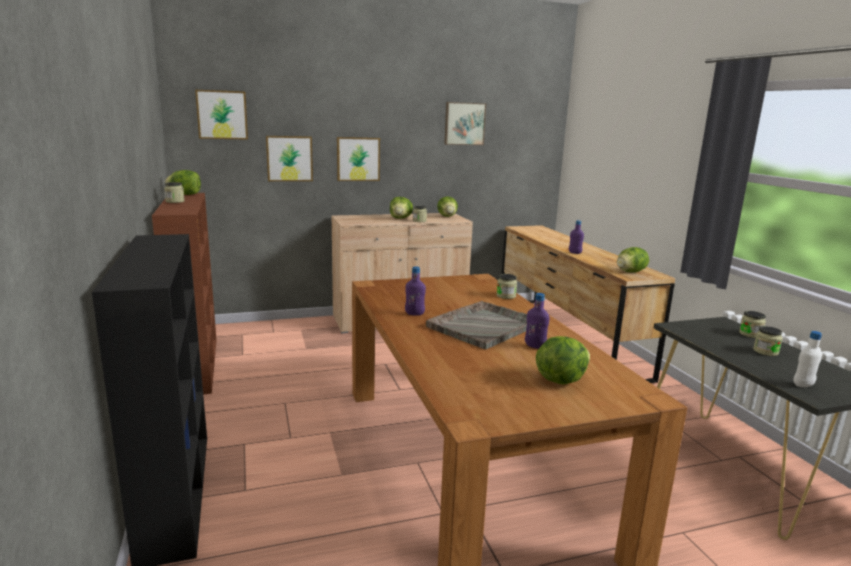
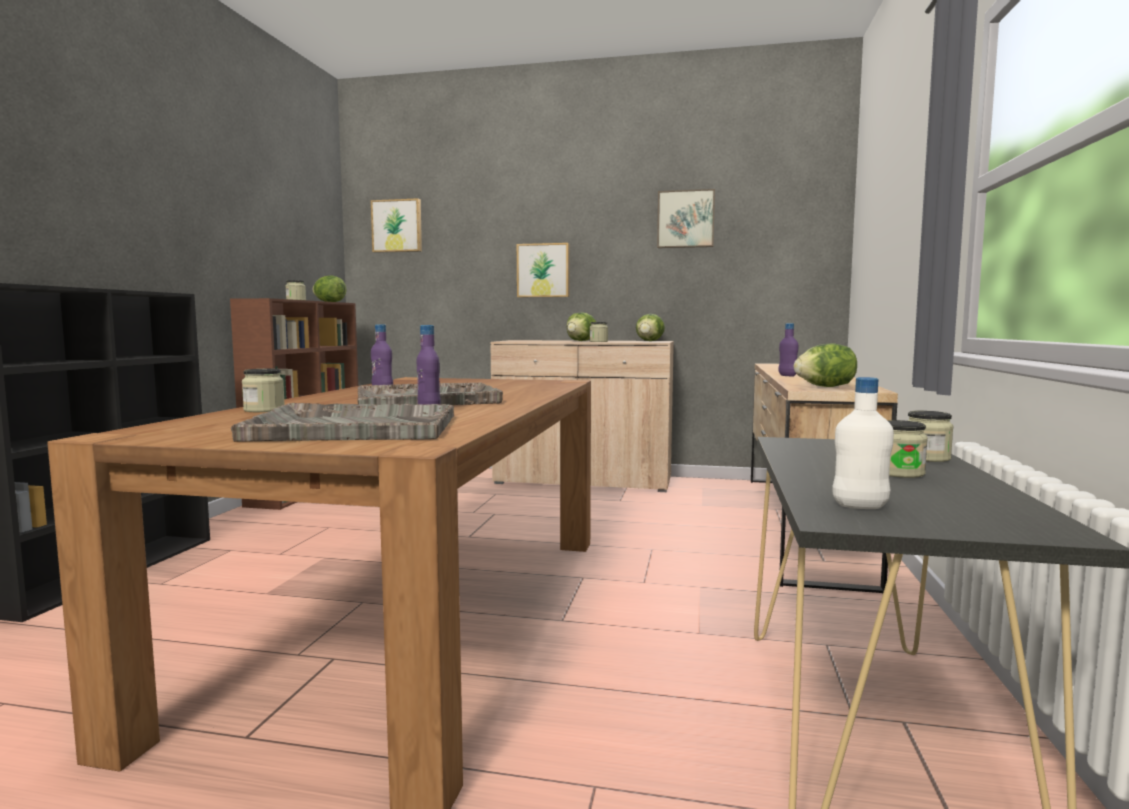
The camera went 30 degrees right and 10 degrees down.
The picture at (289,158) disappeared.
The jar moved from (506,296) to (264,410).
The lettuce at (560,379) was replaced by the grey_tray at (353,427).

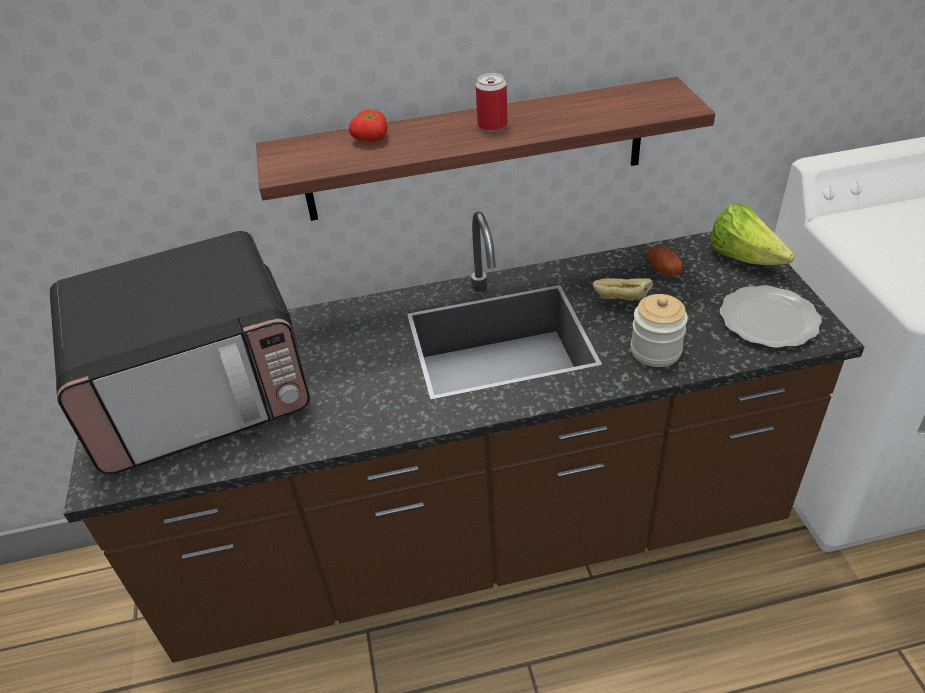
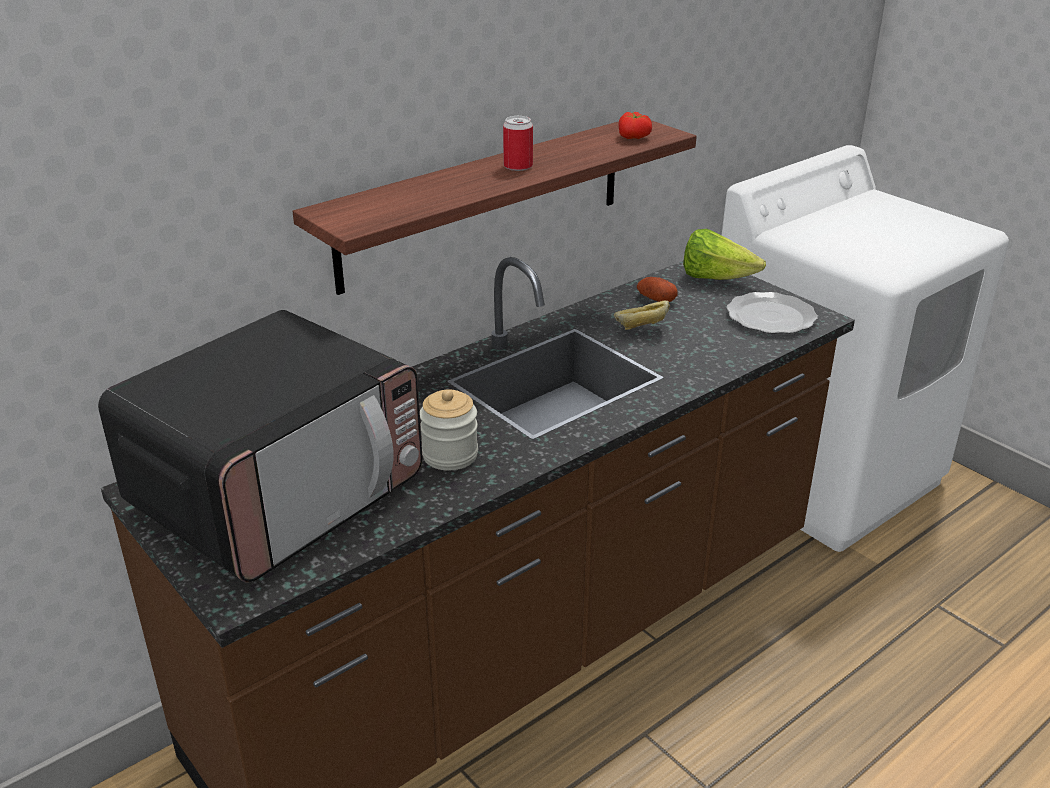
The camera went 30 degrees left and 10 degrees down.
The tomato moved from (372,138) to (634,137).
The jar moved from (655,351) to (450,455).

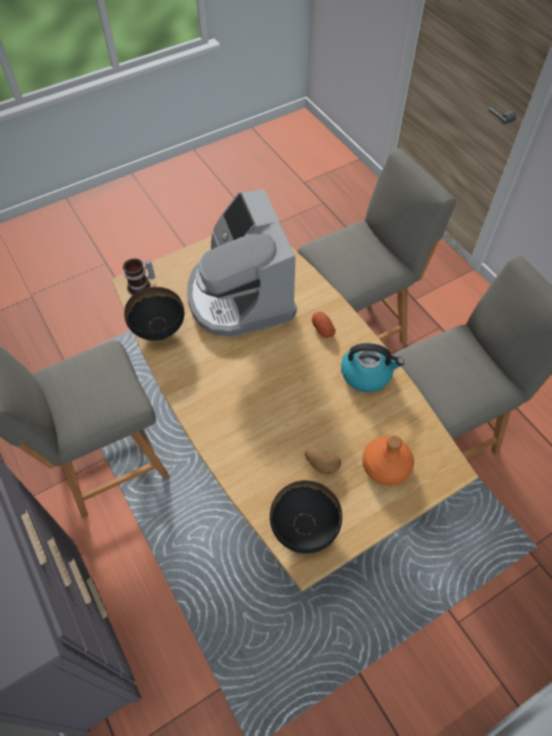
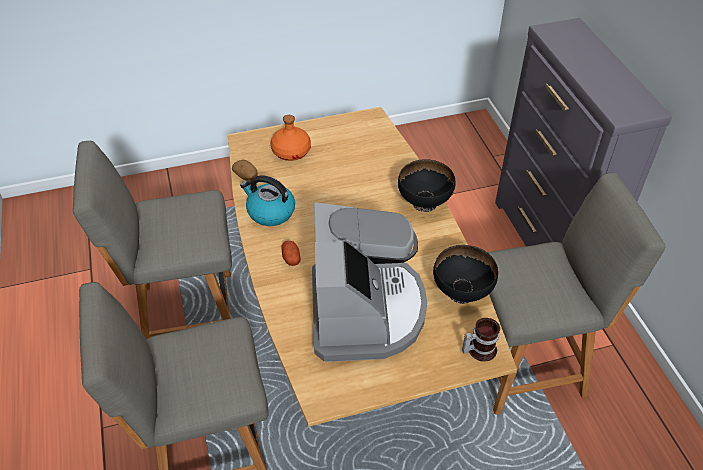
The camera went 165 degrees left and 10 degrees down.
The black_bowl moved from (304,528) to (424,202).
The potato moved from (321,464) to (247,177).

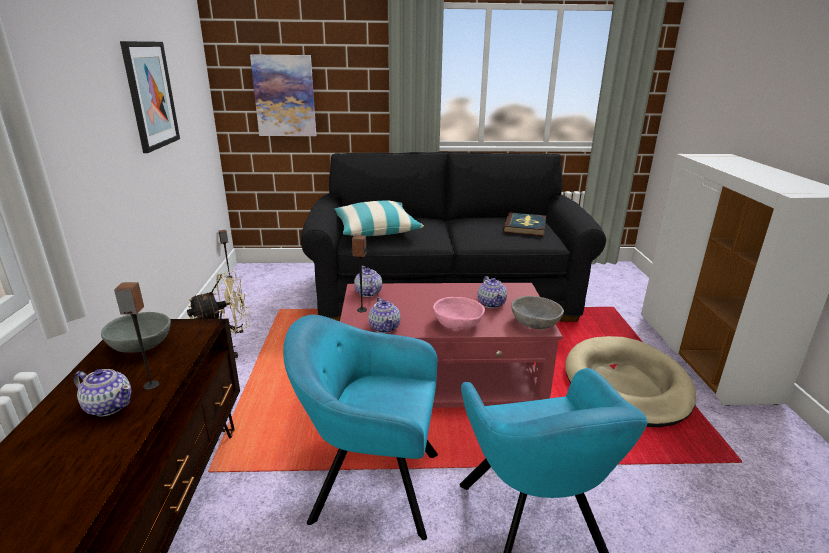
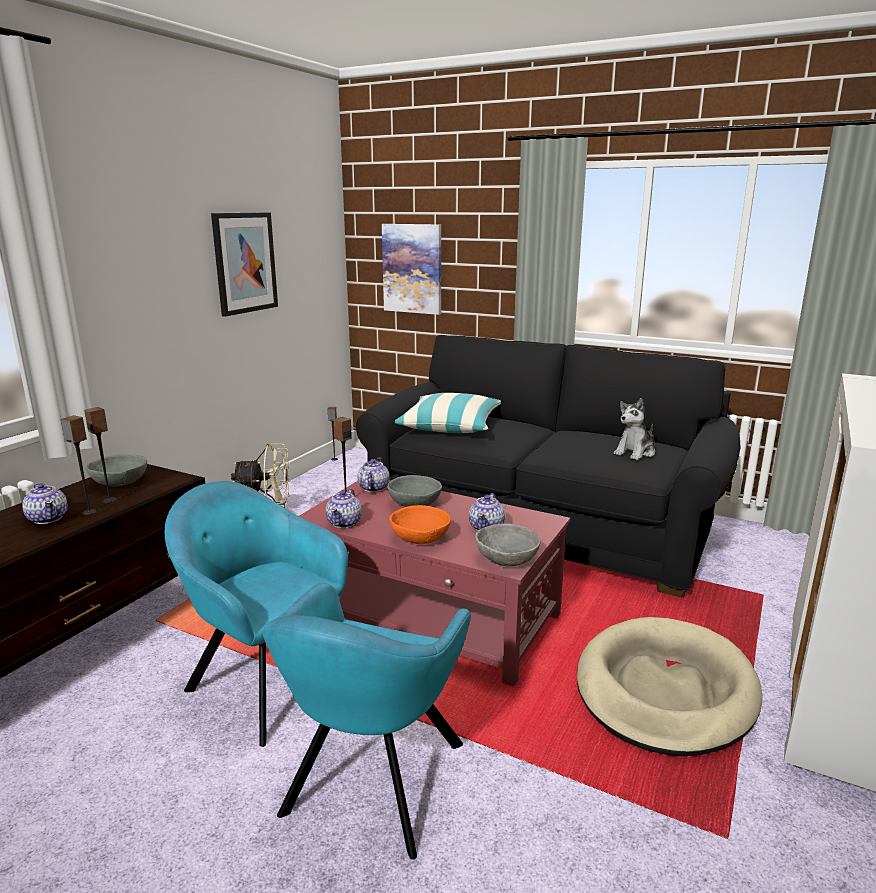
The camera went 30 degrees right and 5 degrees down.
The pink_bowl at (457,324) became the orange_bowl at (419,538).
The book at (525,227) was replaced by the plush_toy at (635,452).
The speaker at (110,500) appeared.
The grey_bowl at (414,503) appeared.

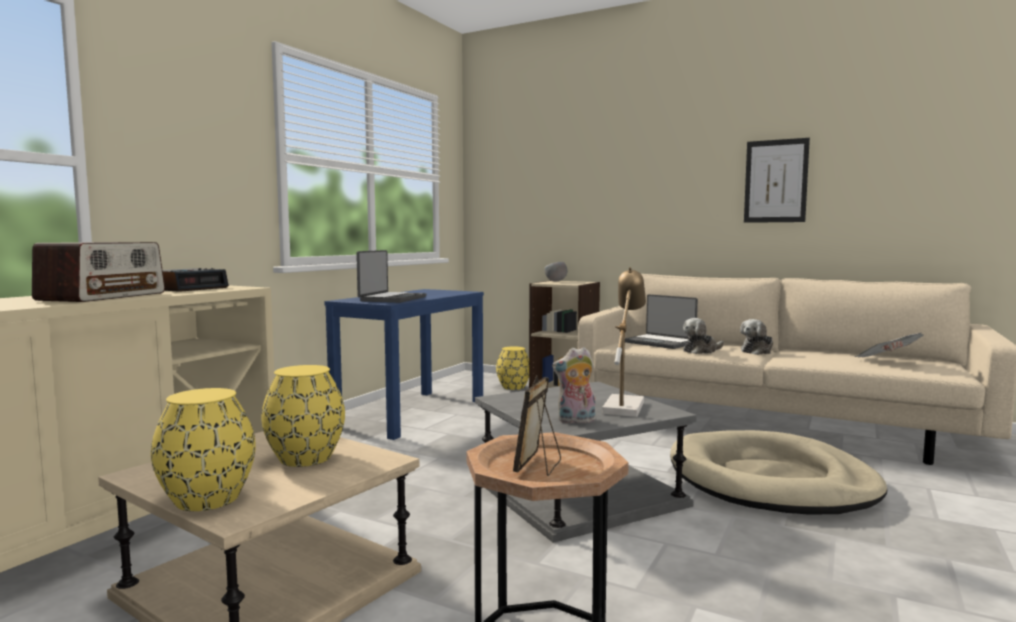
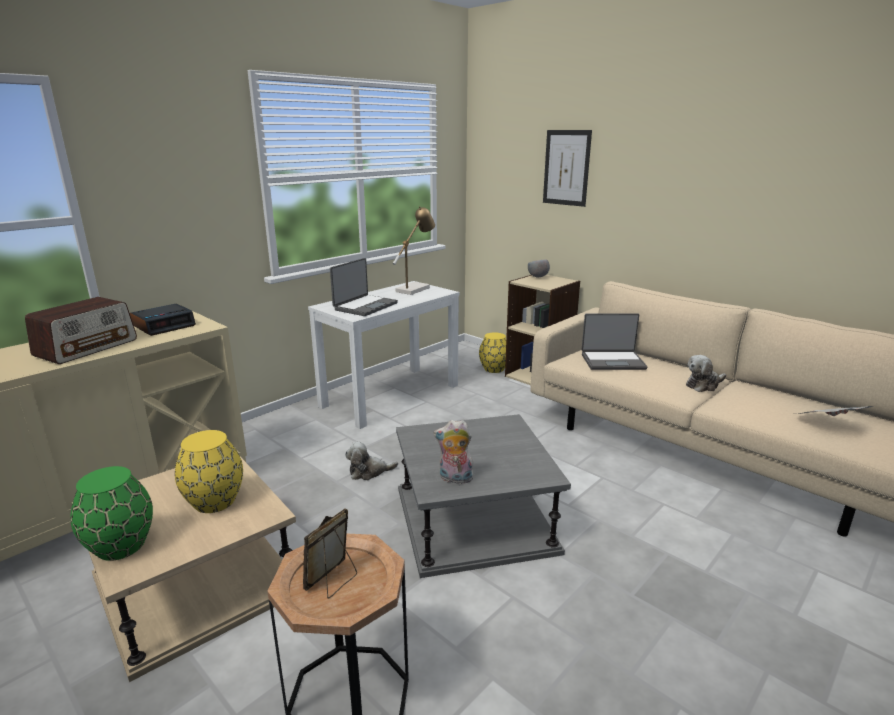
The camera went 15 degrees right and 15 degrees up.
The yellow_vase at (206,499) became the green_vase at (120,546).
The blue_console_table at (412,413) became the white_console_table at (391,395).
The table_lamp moved from (623,406) to (415,288).
The laptop at (660,343) turned 60 degrees counterclockwise.
The beige_dog_bed at (771,481) disappeared.
The plush_toy moved from (701,351) to (369,472).
The picture moved from (775,181) to (566,168).

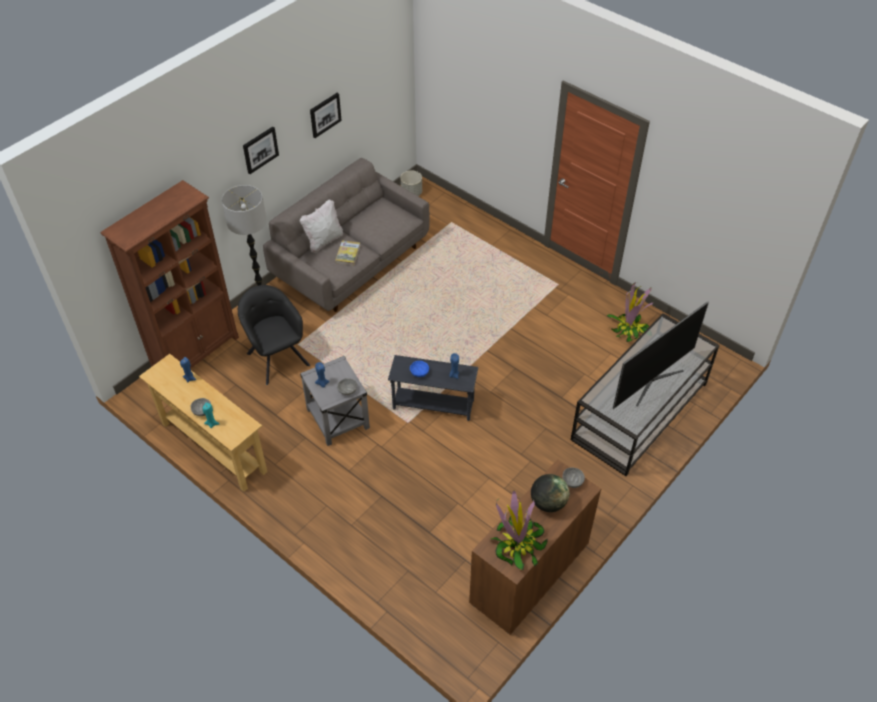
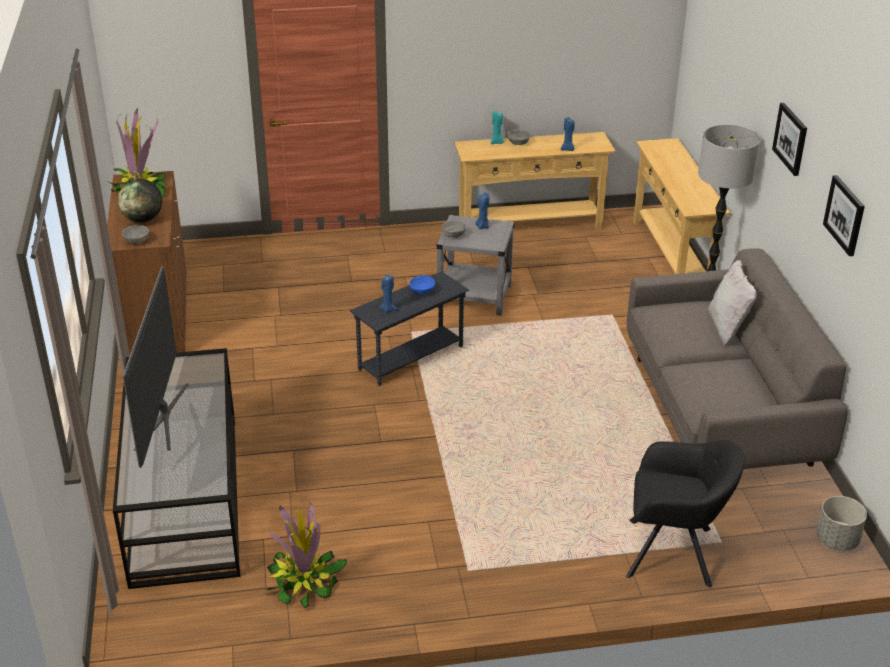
The camera went 130 degrees right and 15 degrees down.
The brown_bookcase at (196,353) was replaced by the beige_console_table at (671,256).
The black_armchair moved from (277,357) to (674,553).
The book at (348,254) disappeared.

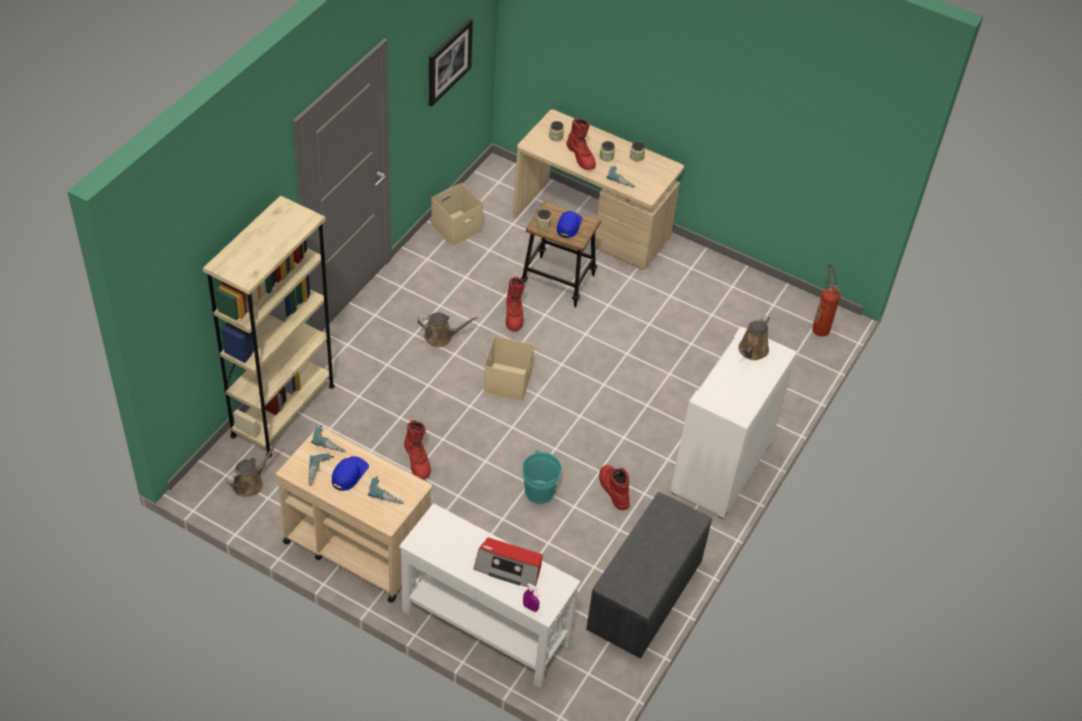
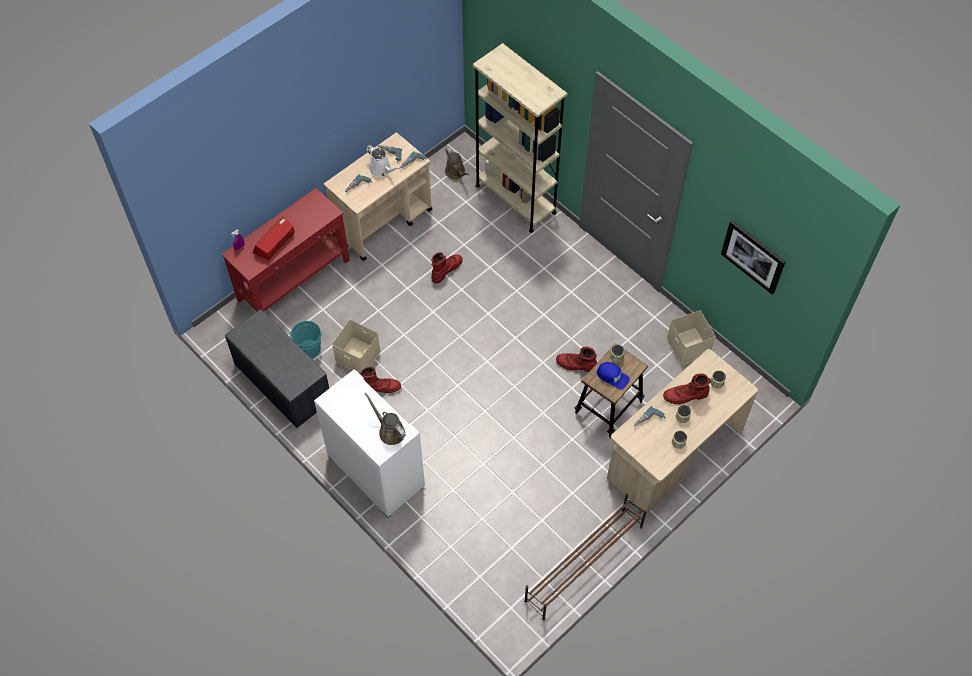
The camera went 110 degrees right and 10 degrees up.
The blue_cap at (349,474) was replaced by the white_watering_can at (382,170).
The white_console_table at (485,627) became the red_console_table at (294,280).
The red_boot at (417,460) turned 135 degrees clockwise.
The brown_watering_can at (441,337) disappeared.
The beige_storage_box moved from (507,381) to (359,356).
The turquoise_bucket moved from (539,492) to (309,349).
The fire_extinguisher at (819,327) disappeared.
The brown_shoe_rack at (583,563) appeared.

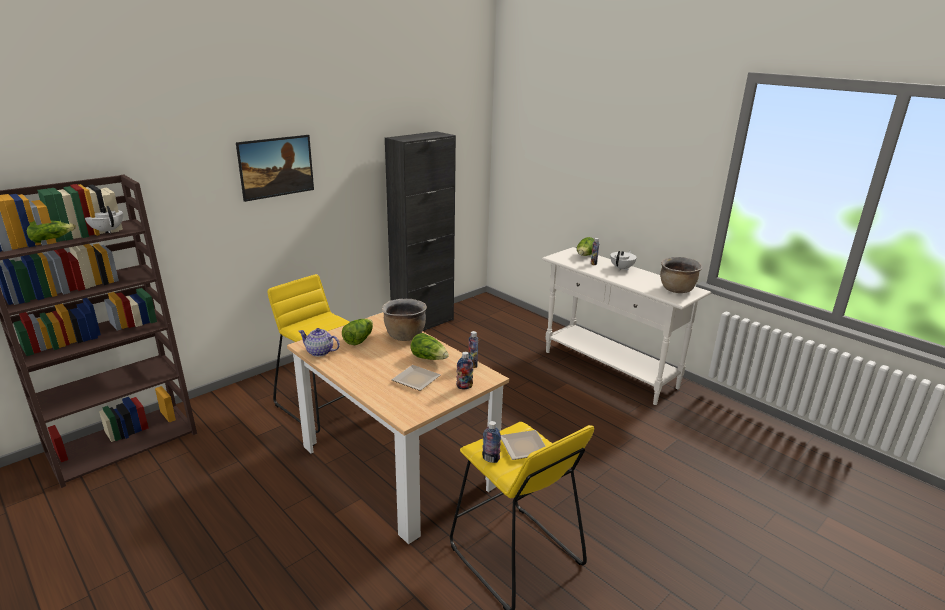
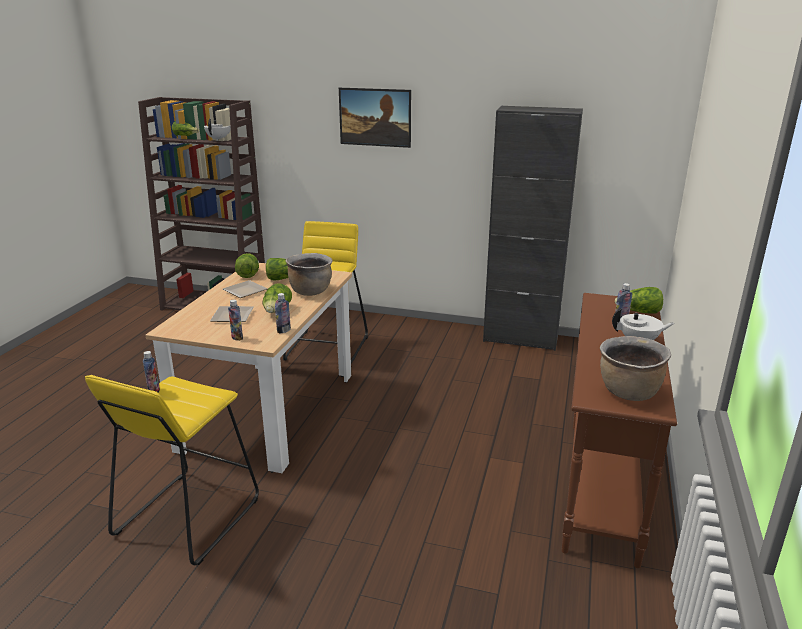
The camera went 60 degrees right and 0 degrees up.
The teapot at (320,352) was replaced by the lettuce at (247,273).
The plate moved from (522,446) to (245,291).
The white_console_table at (609,370) became the brown_console_table at (601,488).

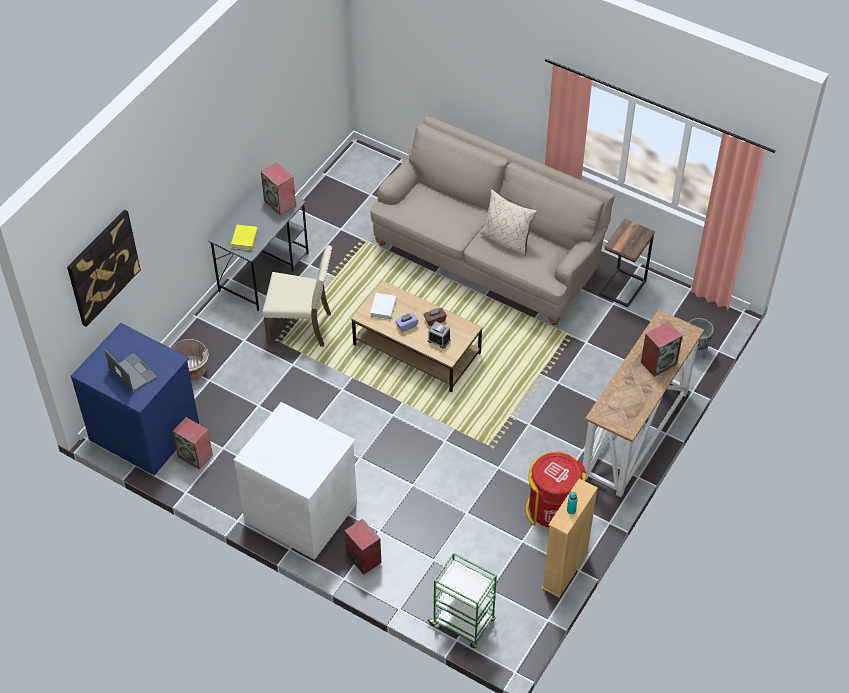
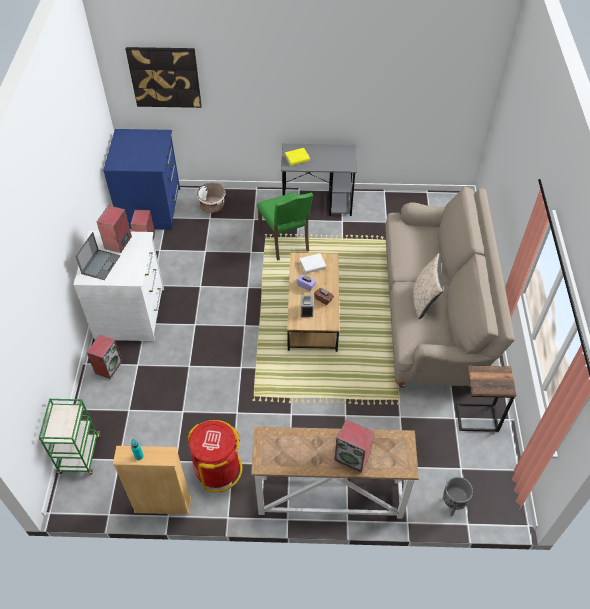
The camera went 60 degrees right and 0 degrees up.
The laptop moved from (132,373) to (101,264).
The speaker moved from (280,203) to (118,242).
The beige_chair at (301,327) became the green_chair at (285,241).

